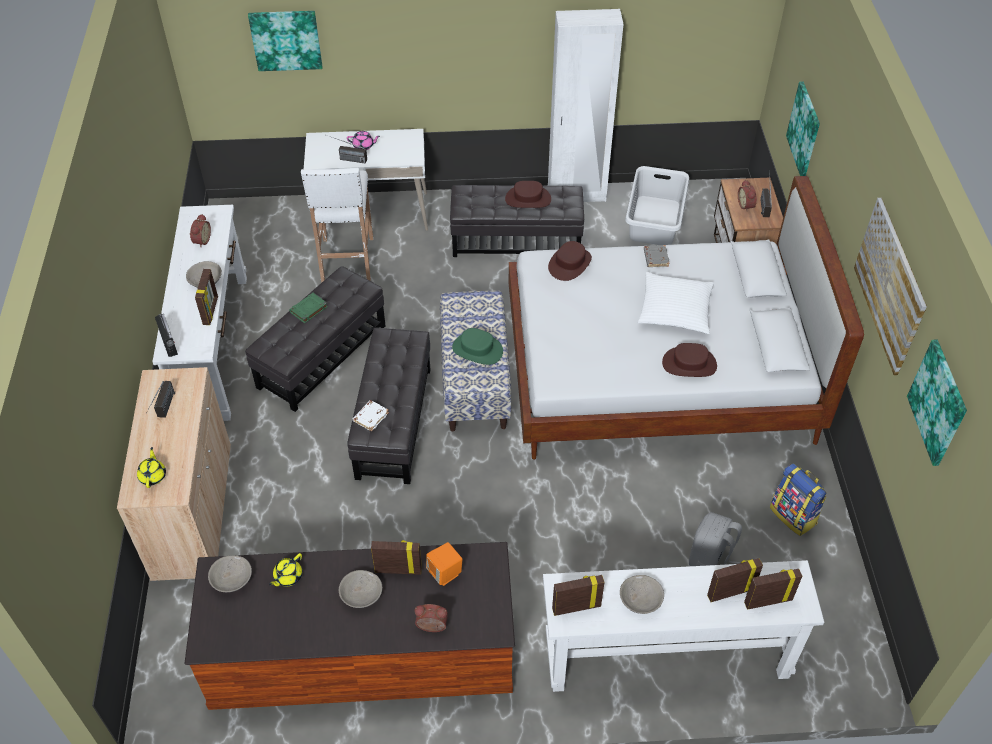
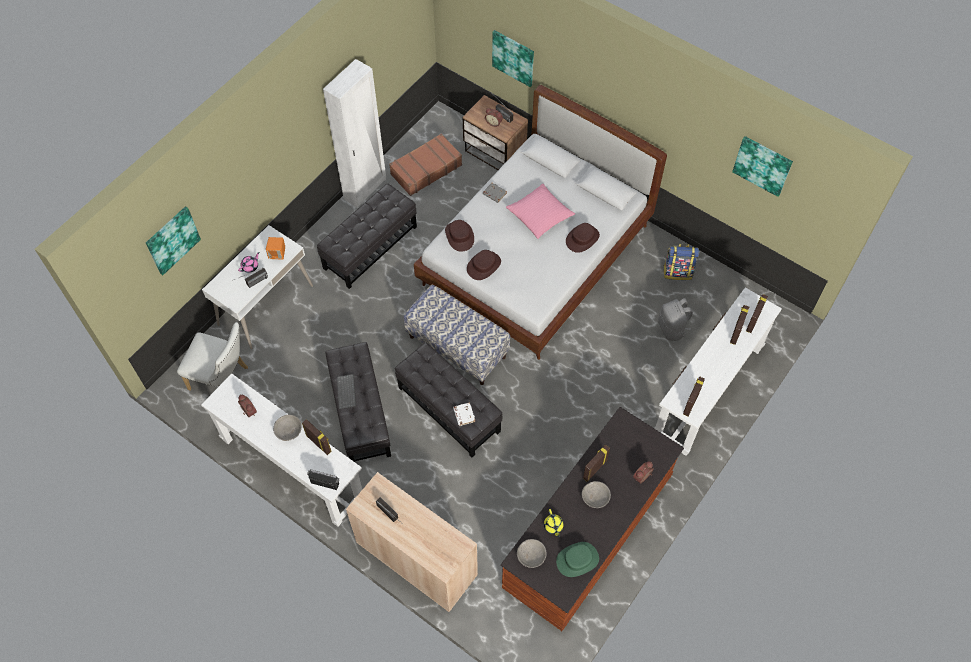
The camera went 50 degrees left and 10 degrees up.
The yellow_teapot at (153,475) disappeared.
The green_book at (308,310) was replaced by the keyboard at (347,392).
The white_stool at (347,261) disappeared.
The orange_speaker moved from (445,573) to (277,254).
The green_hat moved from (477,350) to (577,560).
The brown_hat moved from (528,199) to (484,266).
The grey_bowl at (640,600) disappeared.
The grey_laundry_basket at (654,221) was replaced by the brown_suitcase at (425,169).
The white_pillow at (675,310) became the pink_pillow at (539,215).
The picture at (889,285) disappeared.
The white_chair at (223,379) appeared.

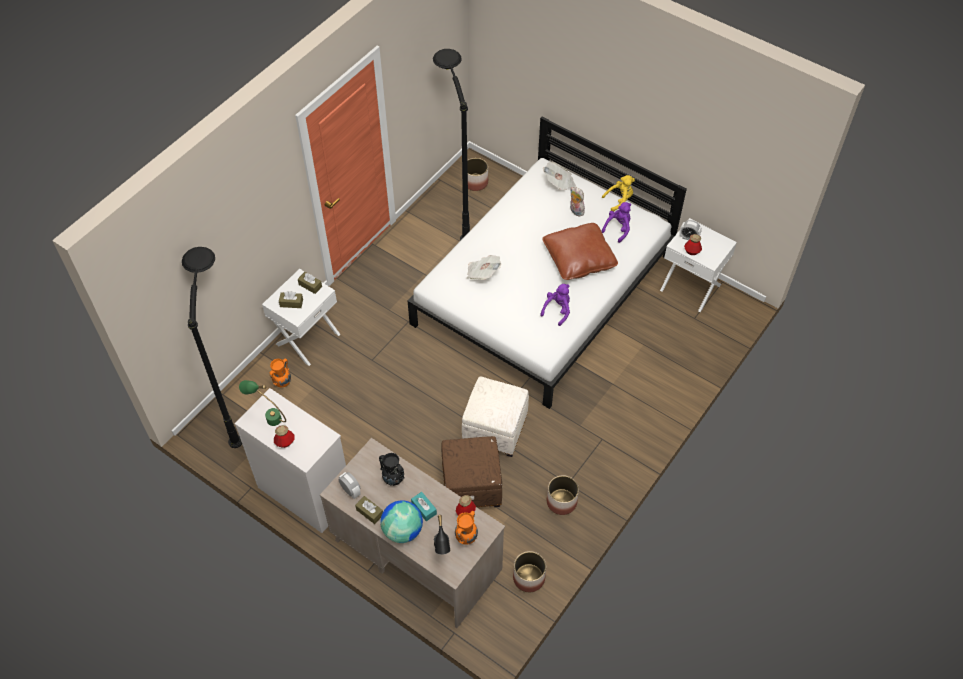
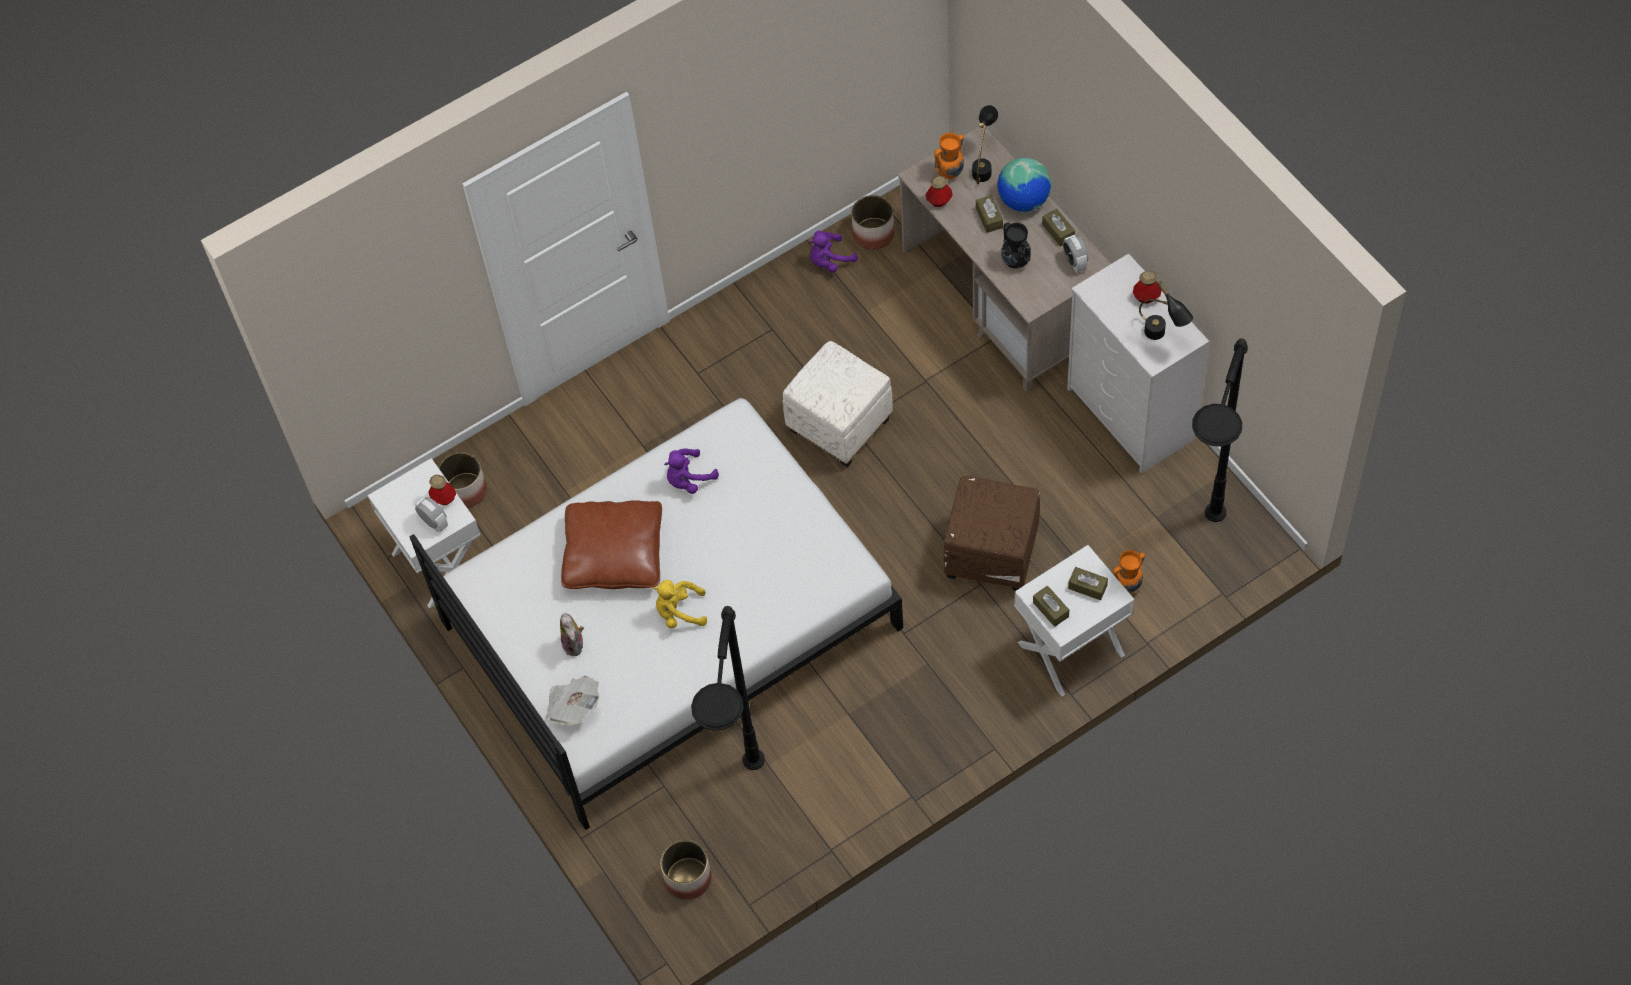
The camera went 155 degrees left and 5 degrees up.
The green_table_lamp at (268,416) became the black_table_lamp at (1162,337).
The turquoise_tissue_box at (424,508) became the brown_tissue_box at (989,218).
The brown_ottoman moved from (471,488) to (993,553).
The newspaper at (482,273) disappeared.
The planter moved from (561,501) to (465,491).
The yellow_plush_toy moved from (619,200) to (679,612).
The purple_plush_toy moved from (618,229) to (830,261).

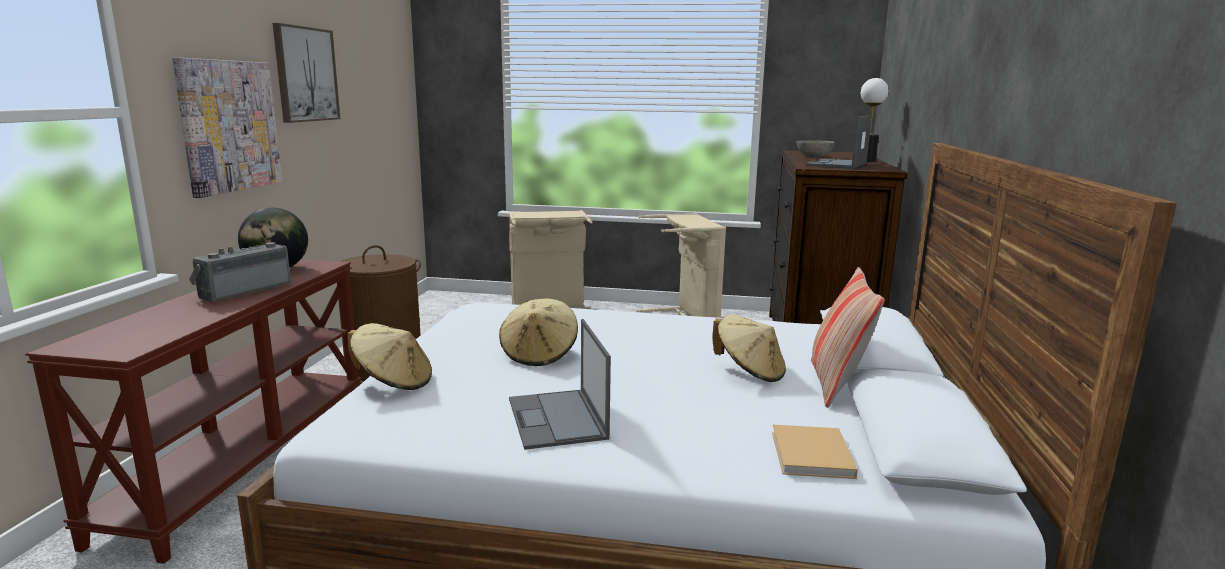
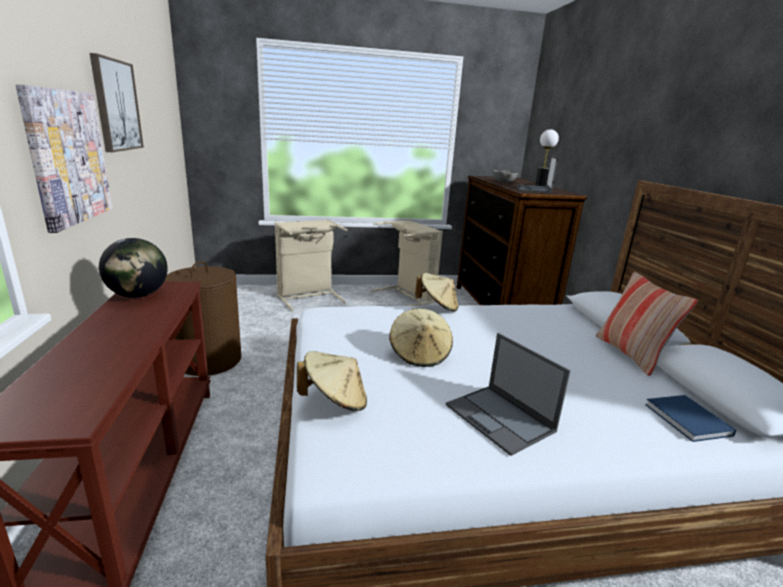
The camera went 20 degrees left and 5 degrees up.
The radio at (244,290) disappeared.
The beige_hat moved from (749,372) to (437,306).
The beige_book at (812,456) became the blue_book at (689,421).

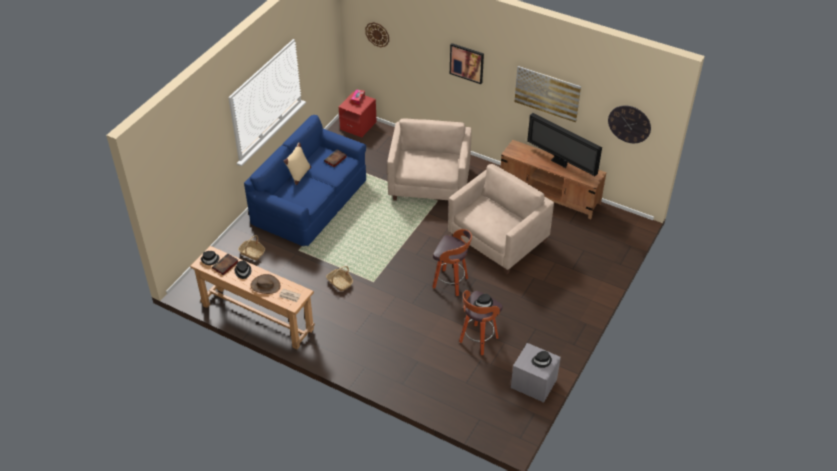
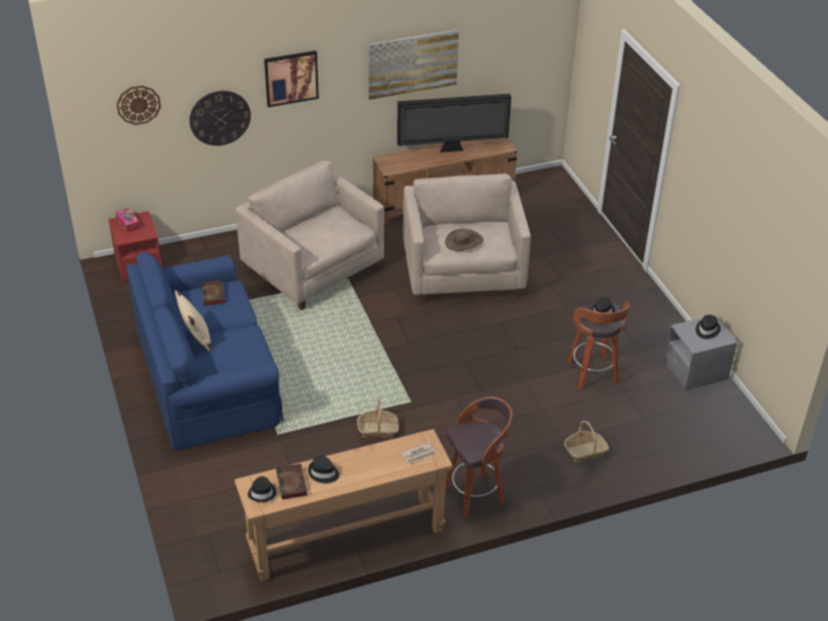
The camera went 50 degrees left and 5 degrees down.
The basket moved from (252,253) to (585,452).
The brown_hat moved from (265,285) to (464,242).
The stool moved from (451,283) to (475,494).
The wall_clock moved from (629,124) to (220,118).

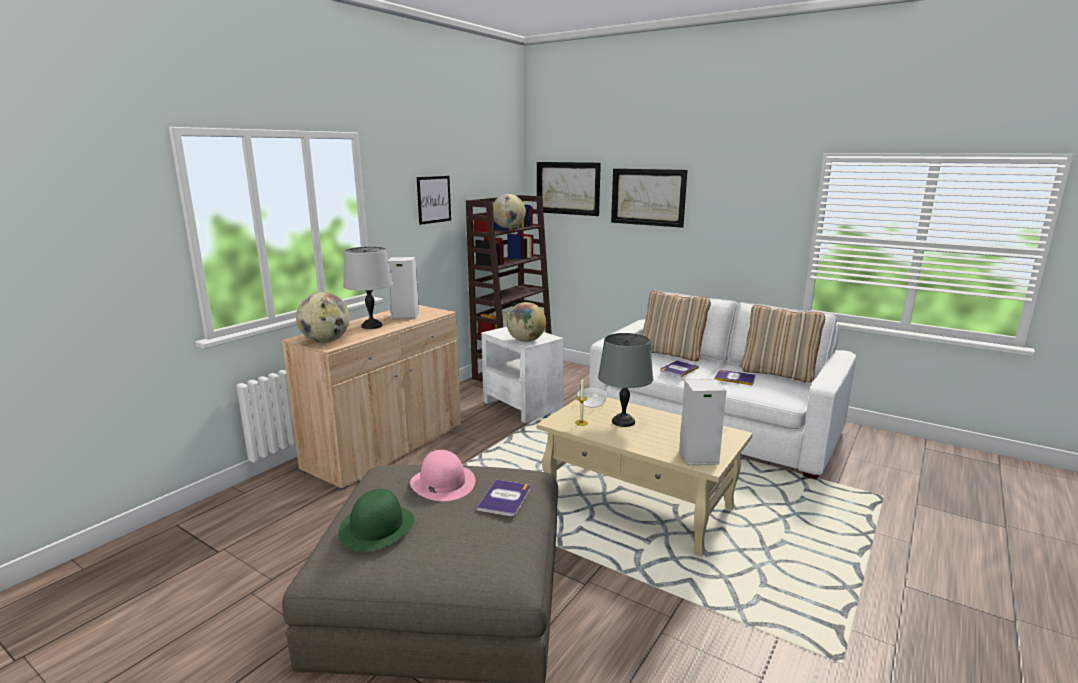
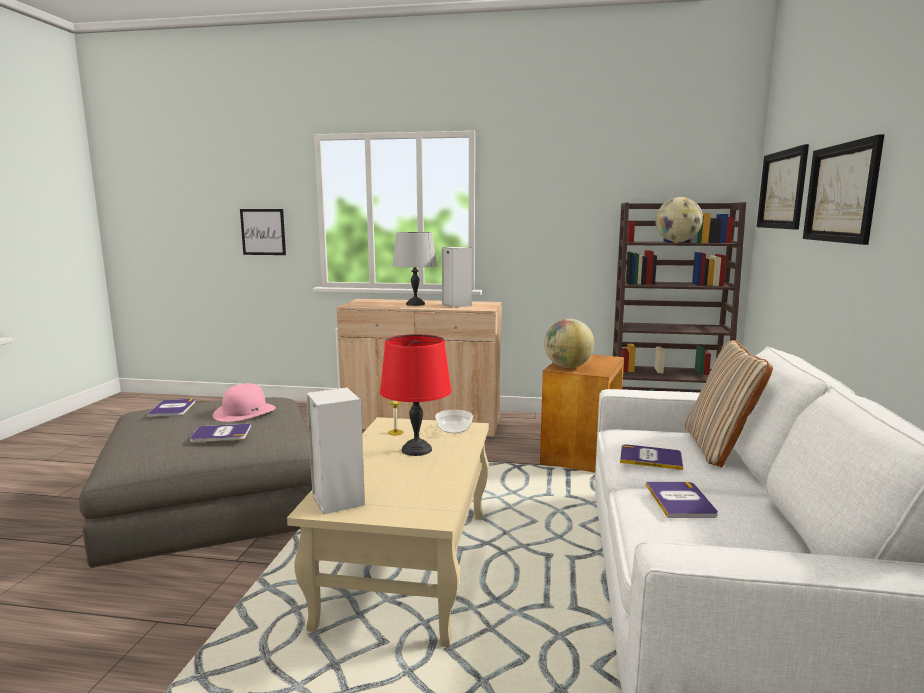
The camera went 65 degrees right and 5 degrees down.
The globe at (326,341) disappeared.
The green_hat at (377,527) was replaced by the book at (172,408).
The picture moved from (434,199) to (263,232).
The white_side_table at (522,405) became the brown_side_table at (581,453).
The grey_table_lamp at (622,421) became the red_table_lamp at (417,449).
The beige_pillow at (778,374) disappeared.

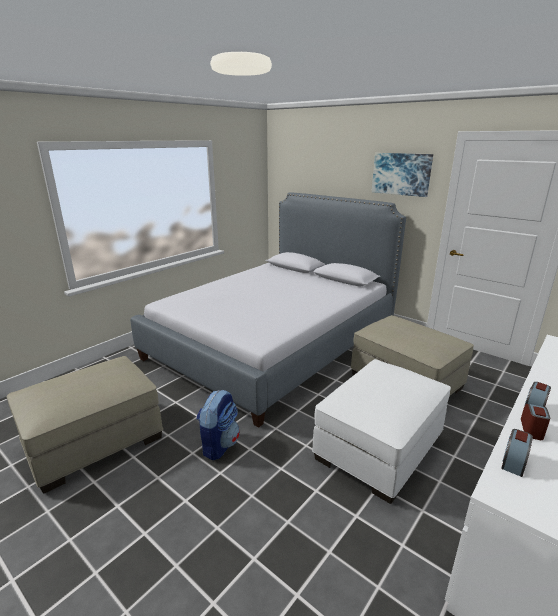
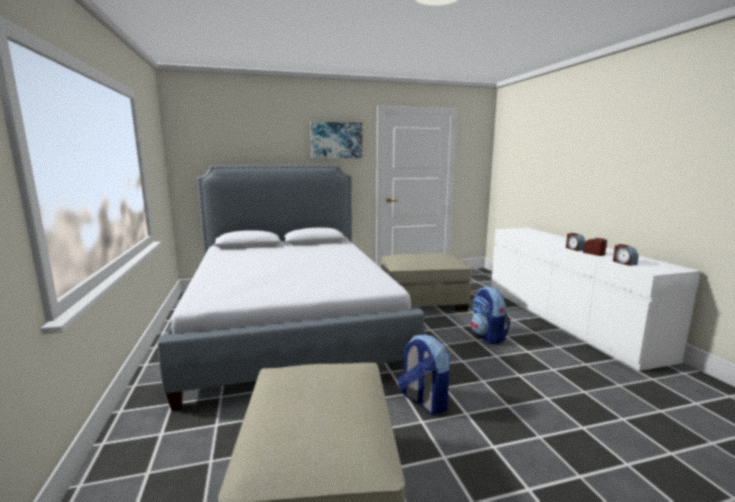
The camera went 55 degrees left and 10 degrees down.
The white_ottoman at (378,447) was replaced by the backpack at (488,337).

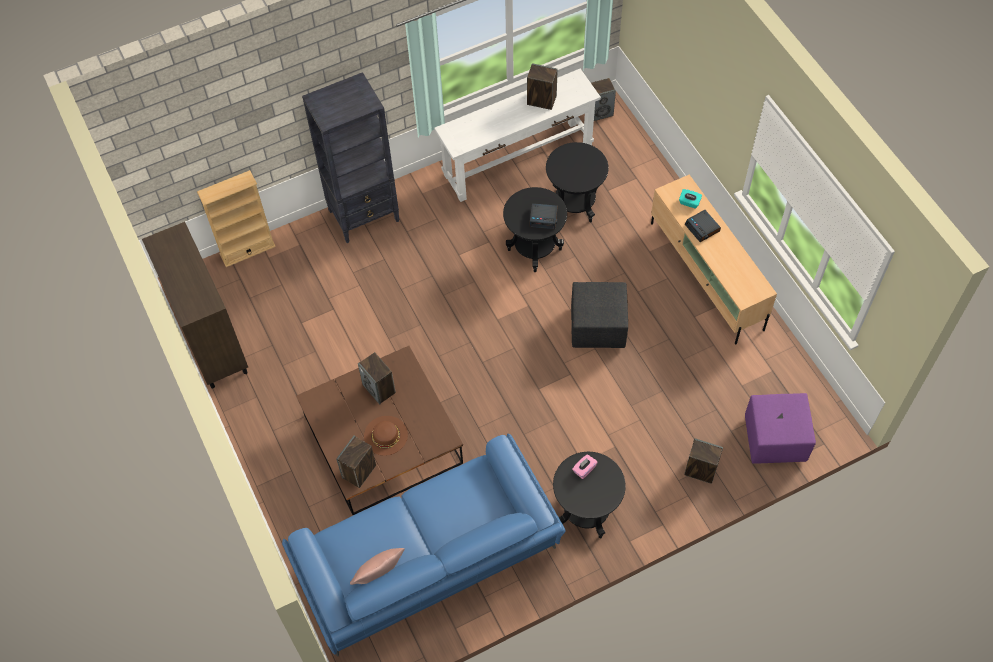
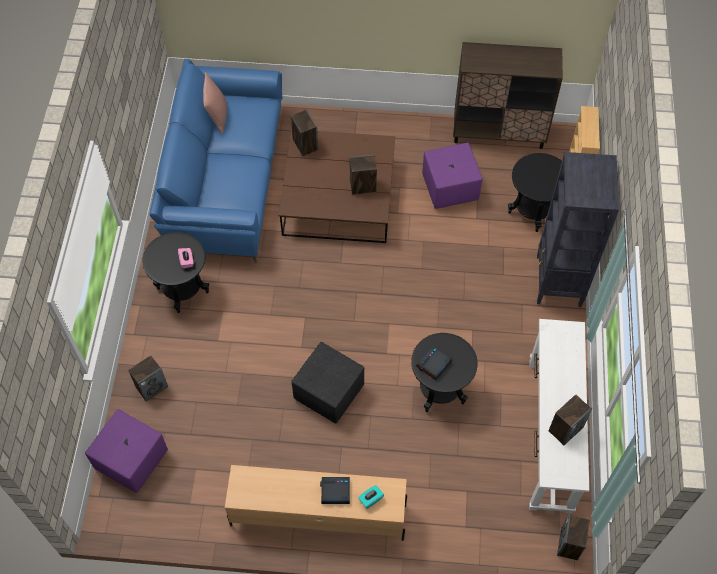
The camera went 120 degrees right and 0 degrees up.
The brown_hat at (385,435) disappeared.
The black_side_table moved from (575,205) to (532,211).
The purple_ottoman at (450,188) appeared.

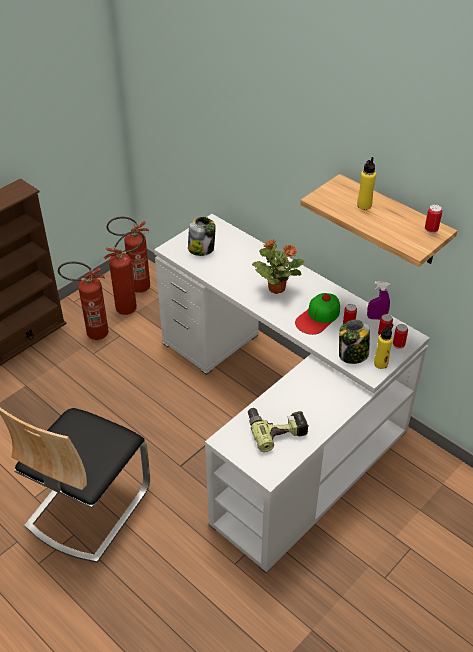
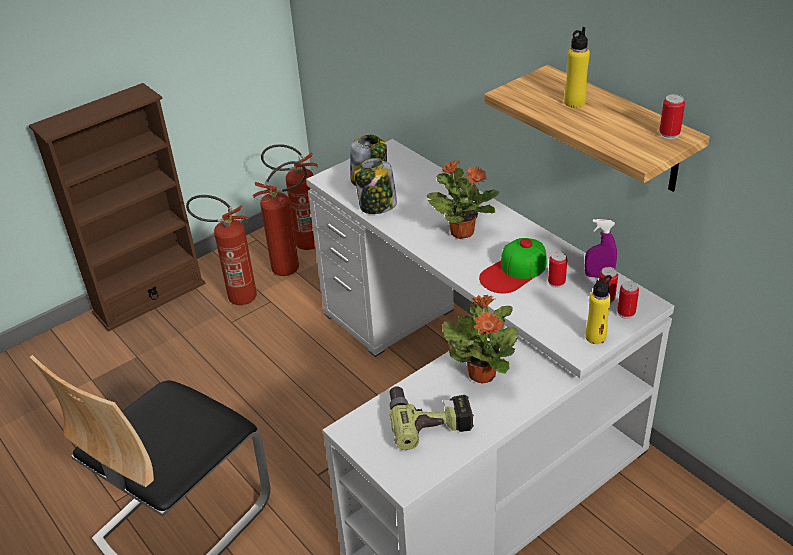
The camera went 10 degrees right and 5 degrees down.
The jar moved from (352,355) to (377,206).
The potted_plant at (482,373) appeared.

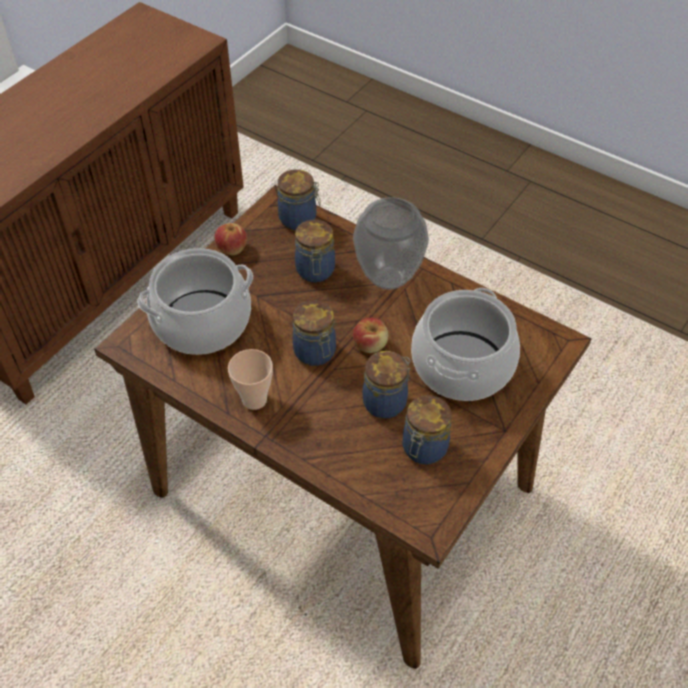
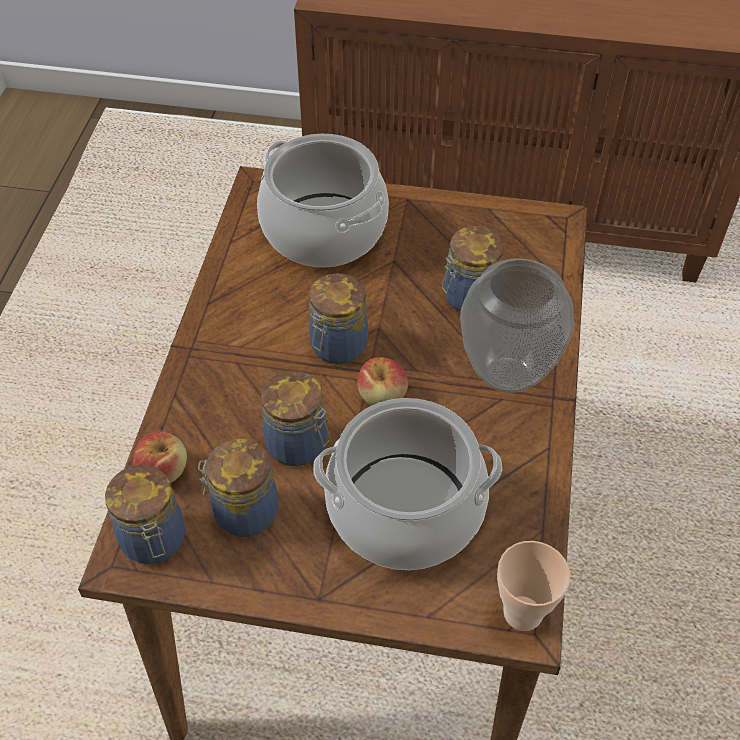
The camera went 65 degrees right and 0 degrees up.
The apple moved from (232,248) to (164,470).
The cup moved from (254,399) to (523,613).
The jar moved from (299,219) to (154,541).

